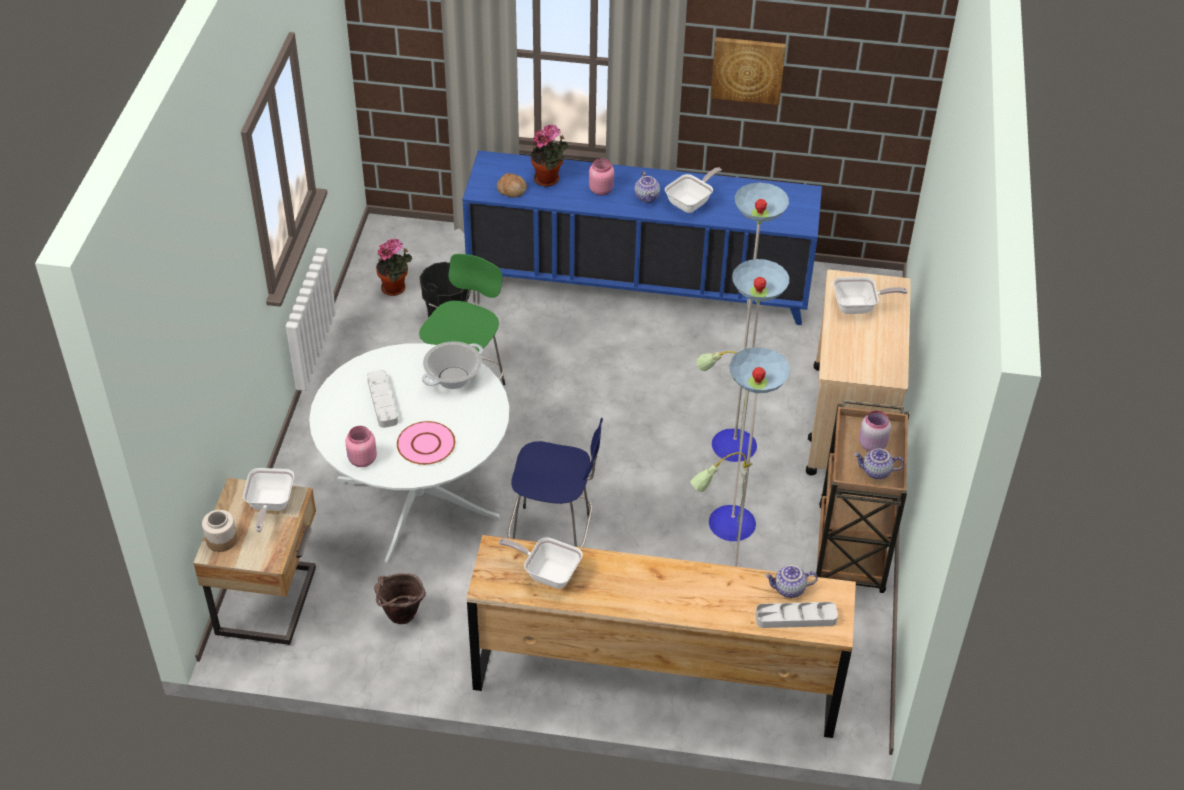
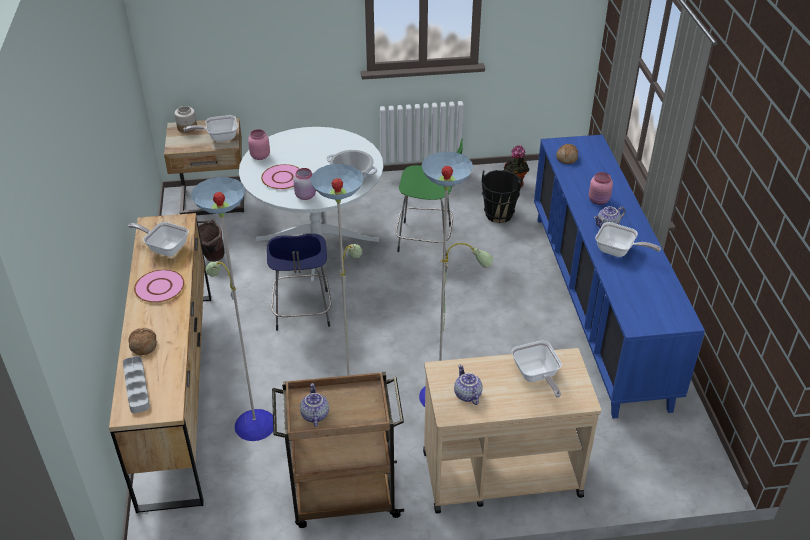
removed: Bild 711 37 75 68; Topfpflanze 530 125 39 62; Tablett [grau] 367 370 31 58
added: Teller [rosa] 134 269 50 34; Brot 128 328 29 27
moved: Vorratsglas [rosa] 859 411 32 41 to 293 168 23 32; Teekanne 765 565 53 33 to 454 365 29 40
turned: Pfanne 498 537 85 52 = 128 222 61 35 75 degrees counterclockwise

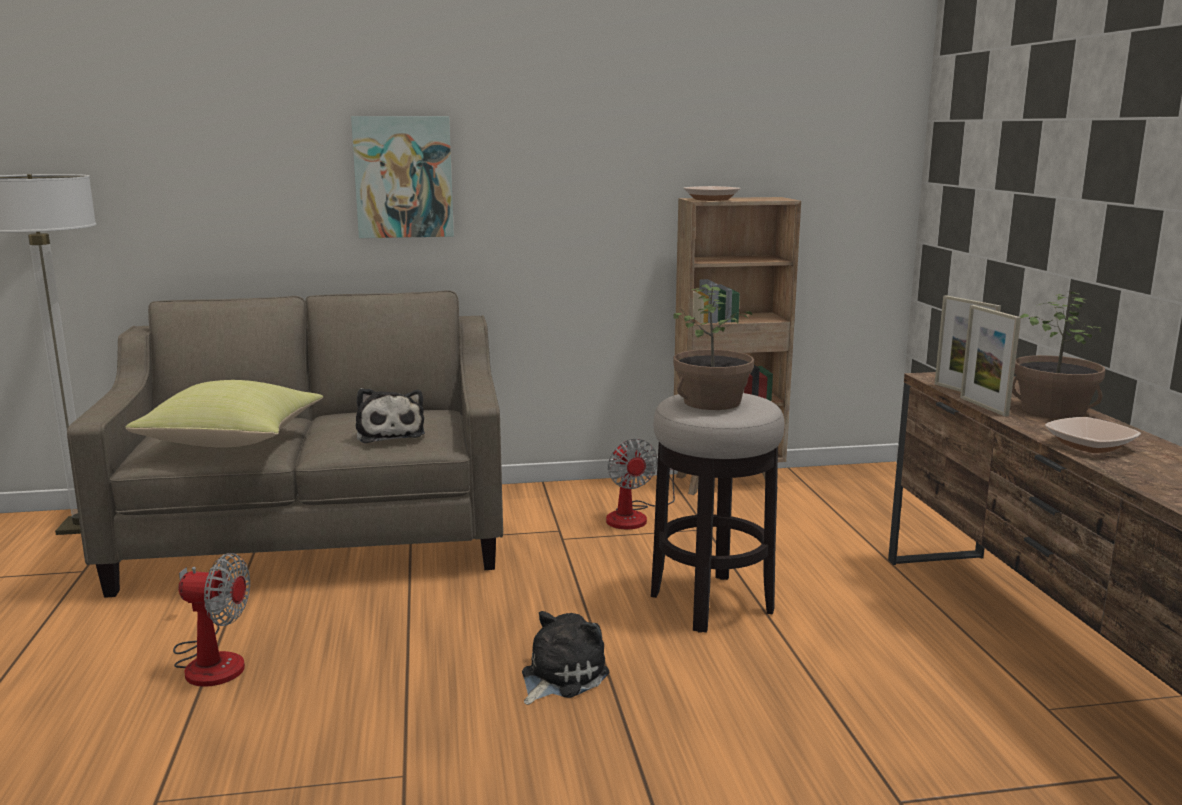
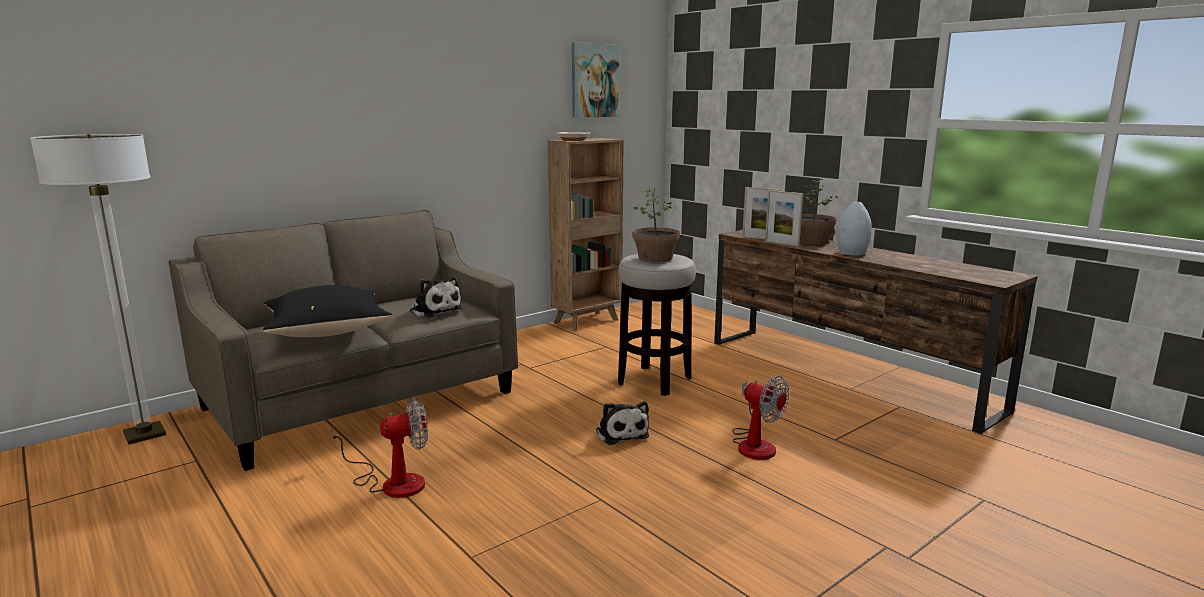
moved: Bild 351 116 103 122 to 572 42 47 76; Ventilator 606 438 69 91 to 732 376 57 84
replaced: Schüssel 1045 417 96 36 to Vase [grau] 837 201 35 55
recoloured: Kissen [gelb] 125 380 198 68 to Kissen [schwarz] 263 285 130 52
turned: Plüschtier 522 611 87 94 = 596 401 53 44 150 degrees clockwise

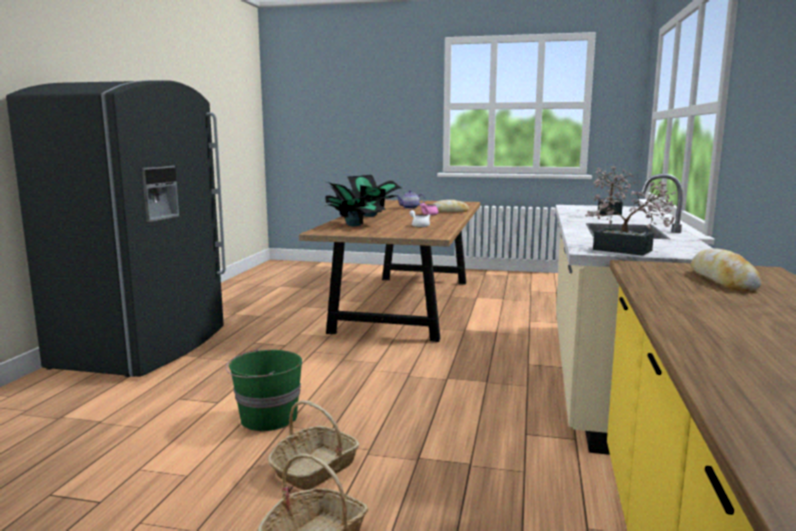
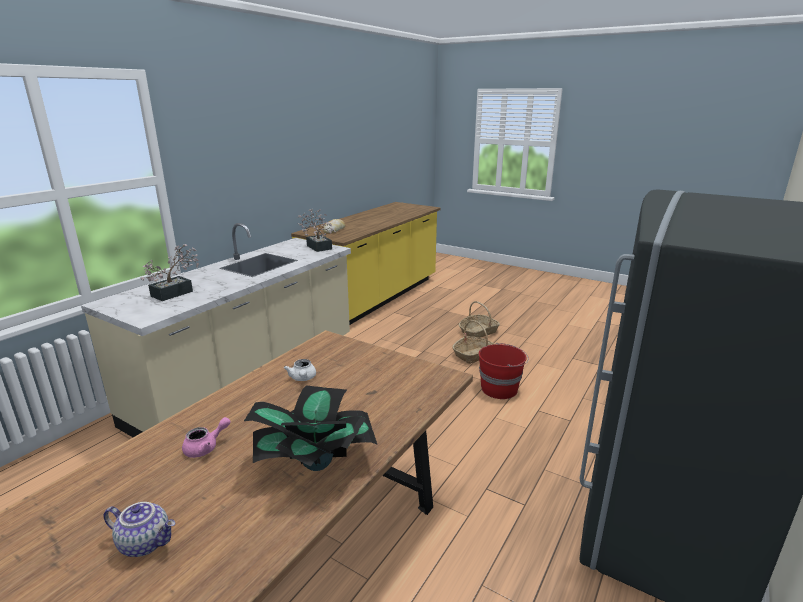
removed: Topfpflanze 325 182 61 44; Brot 433 200 36 12
recoloured: Eimer [grün] 226 348 76 83 to Eimer [rot] 479 343 50 56

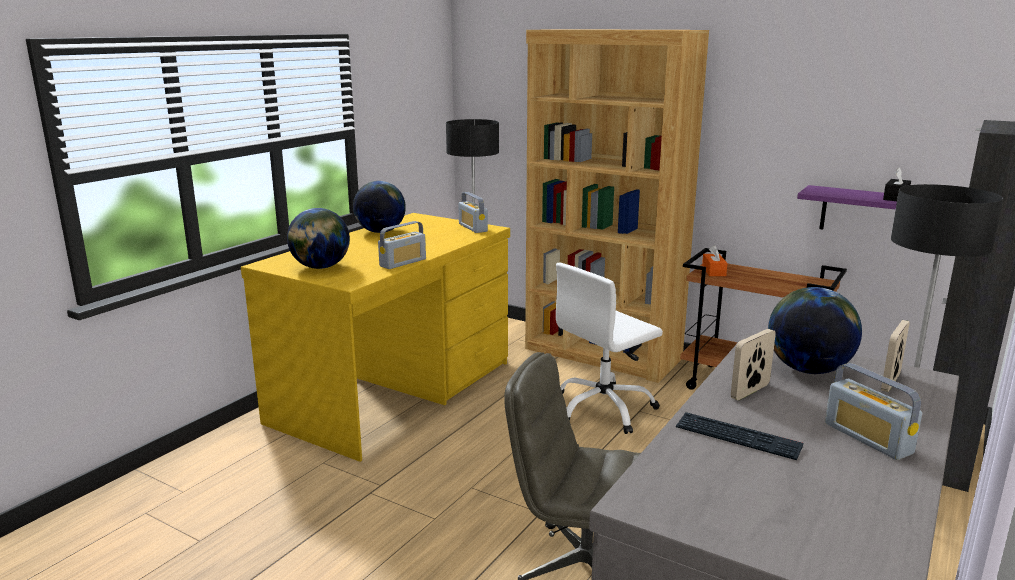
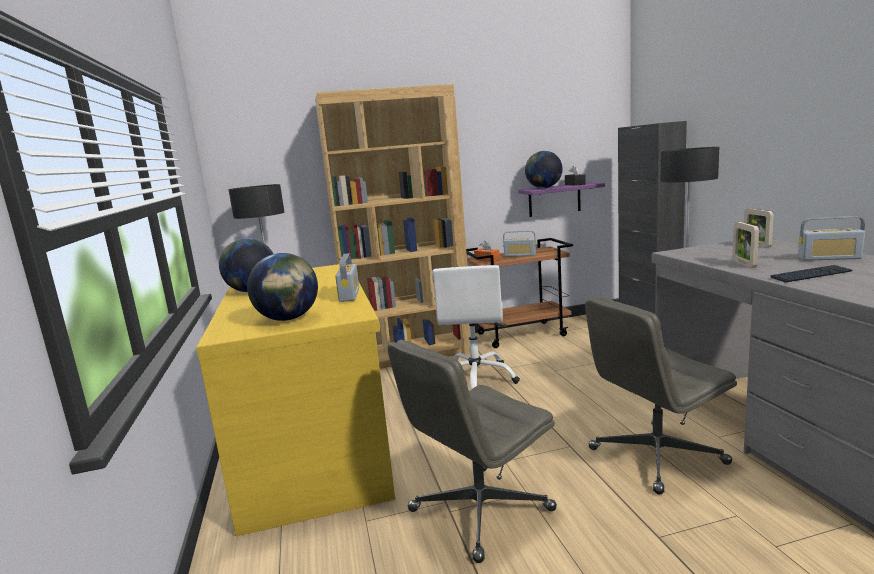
added: Bürostuhl [grau] 388 340 169 223
moved: Radio 459 192 29 41 to 503 231 33 26; Globus 768 287 94 87 to 525 151 38 37

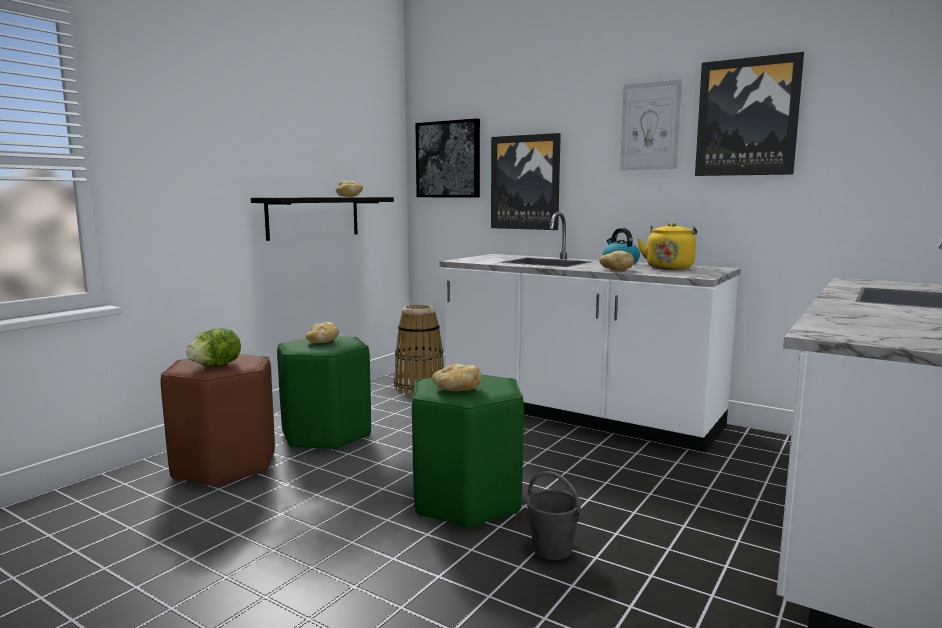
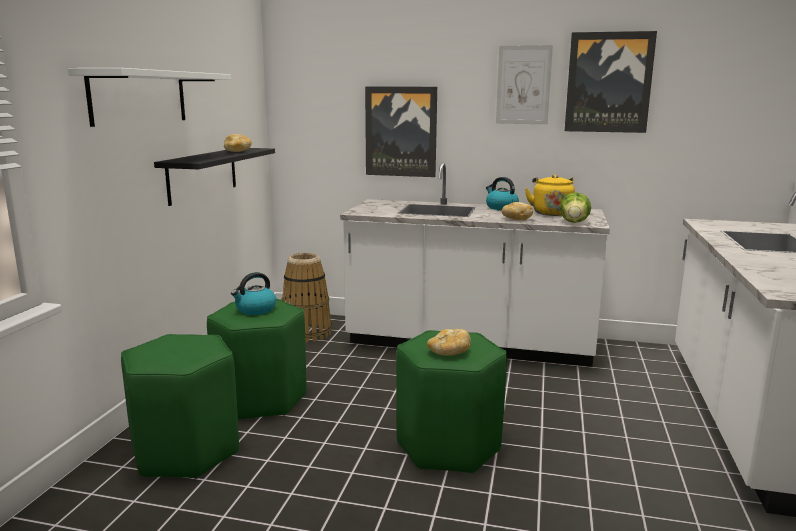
removed: Bild 415 118 65 79; Eimer [grau] 526 471 55 89
added: Wandregal [weiß] 68 68 163 59
moved: Salatkopf 186 328 55 38 to 560 192 31 31
replaced: Brot 306 322 33 21 to Wasserkessel 231 272 45 43
recoloured: Hocker [braun] 160 354 115 133 to Hocker [grün] 121 334 118 145

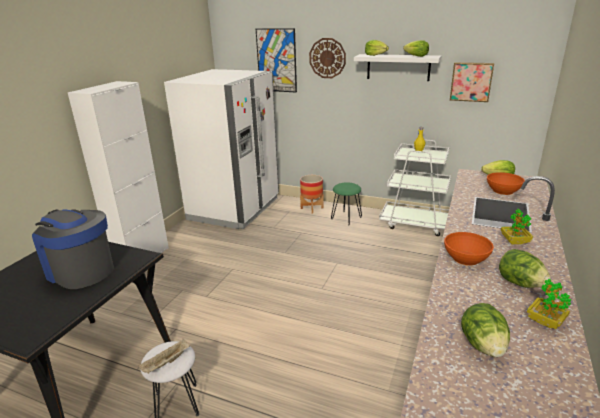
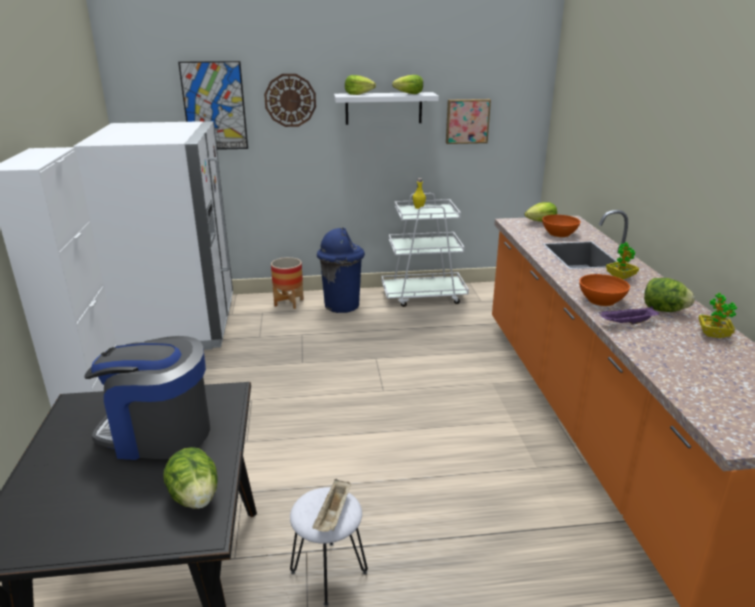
added: Tablett [lila] 599 307 60 18
moved: Salatkopf 461 303 49 54 to 163 447 55 62
replaced: Hocker [grün] 331 182 31 43 to Mülleimer [blau] 317 227 48 86

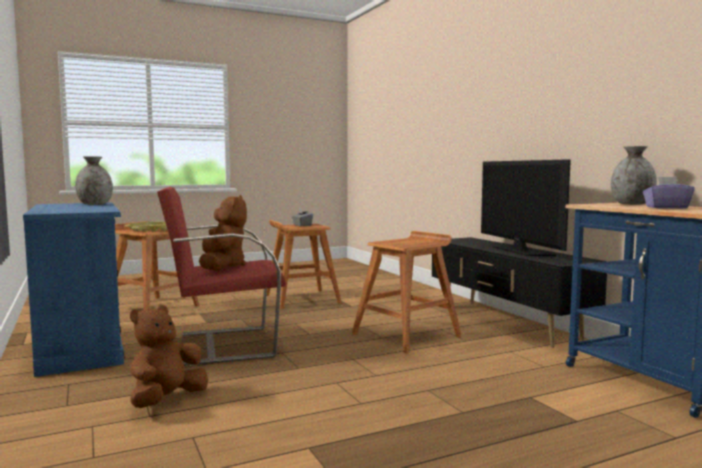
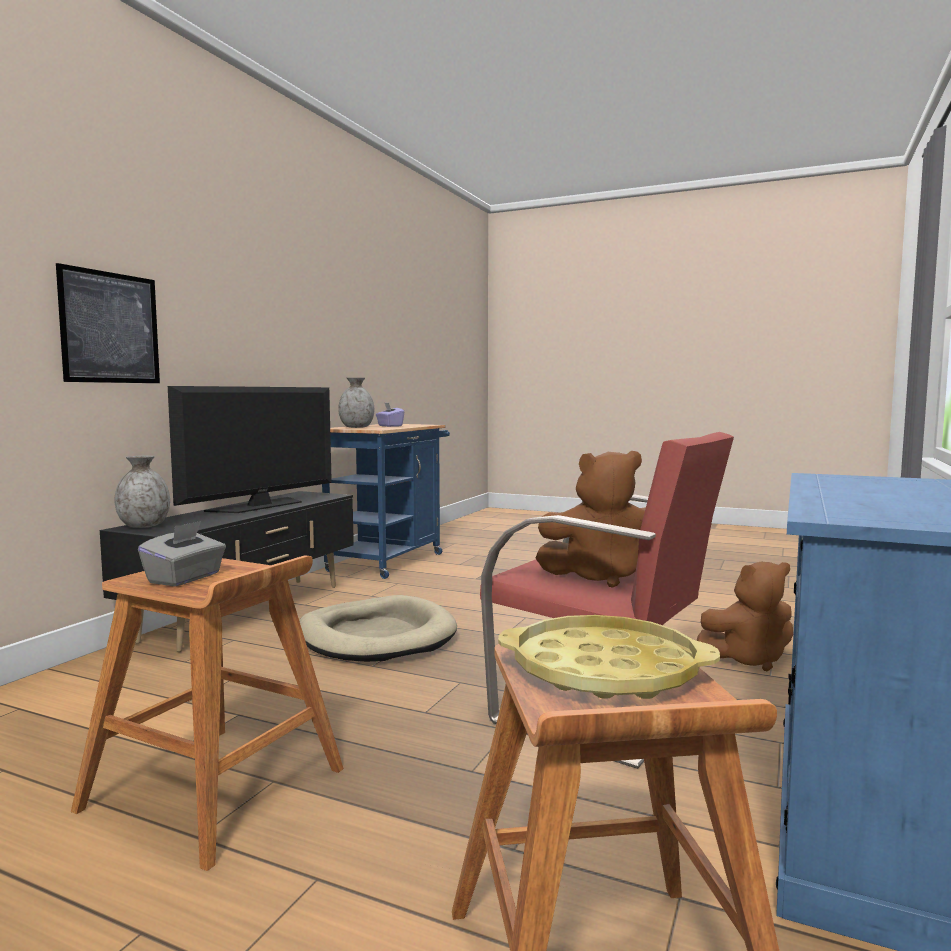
added: Bild 56 263 104 120
moved: Vase [grau] 75 157 38 48 to 114 456 56 72
replaced: Hocker [braun] 352 231 110 122 to Hundebett [beige] 299 595 158 67
turned: Plüschtier [braun] 199 195 48 76 = 535 451 111 137 135 degrees counterclockwise

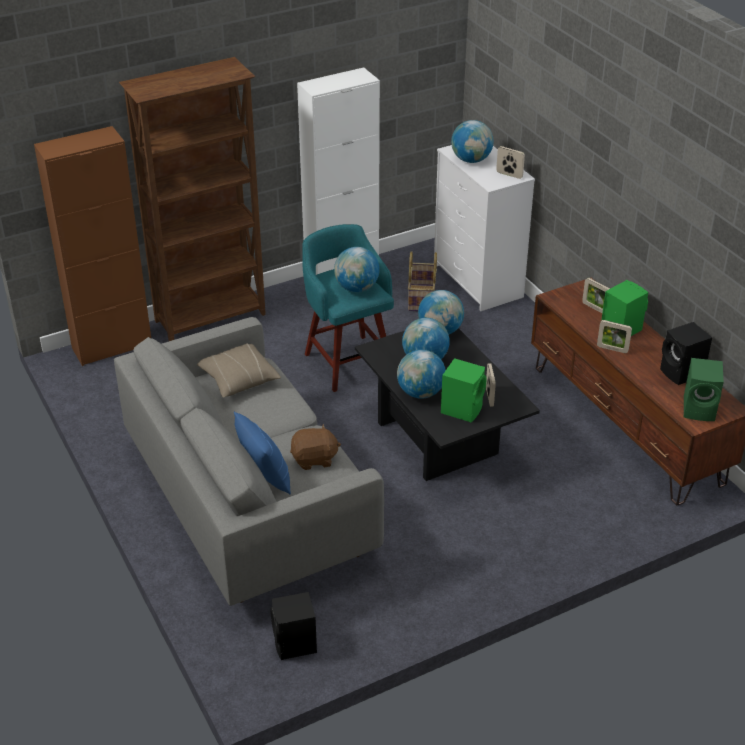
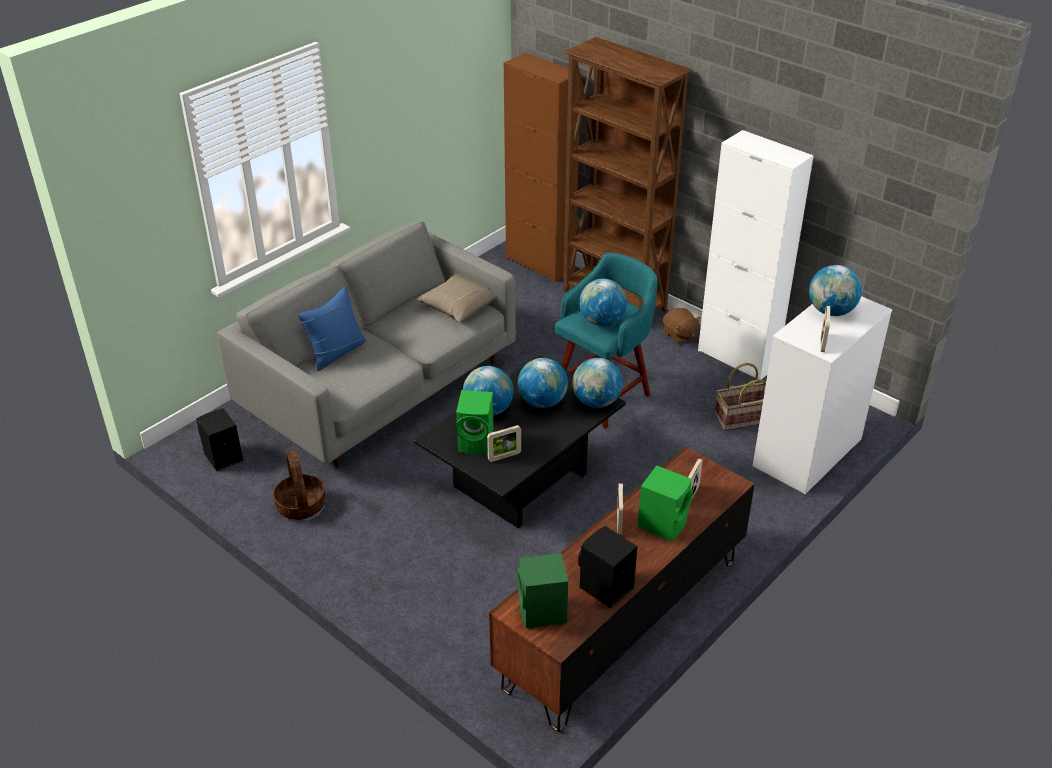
added: Korb 273 450 53 70
moved: Plüschtier [braun] 290 424 51 46 to 663 308 38 36

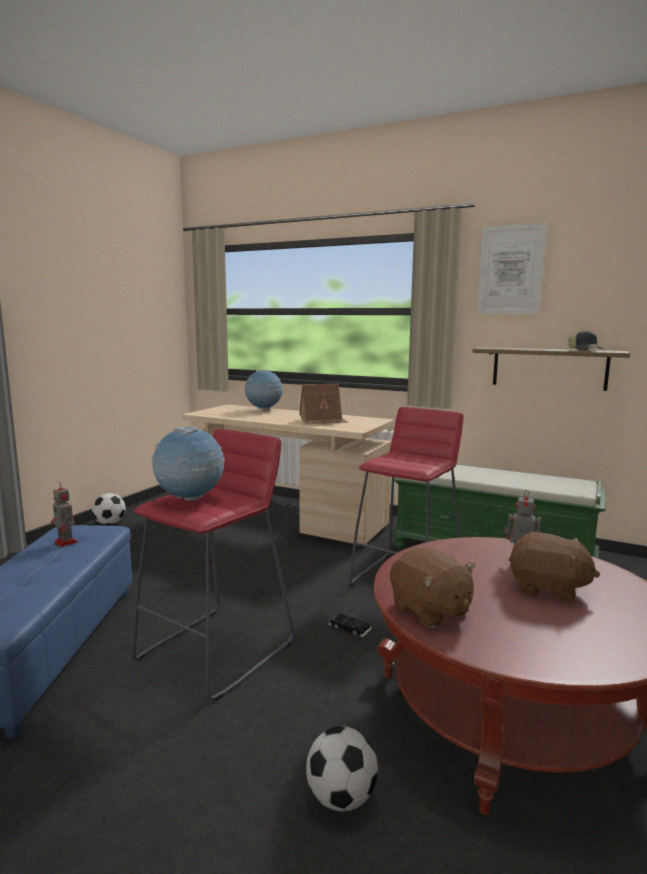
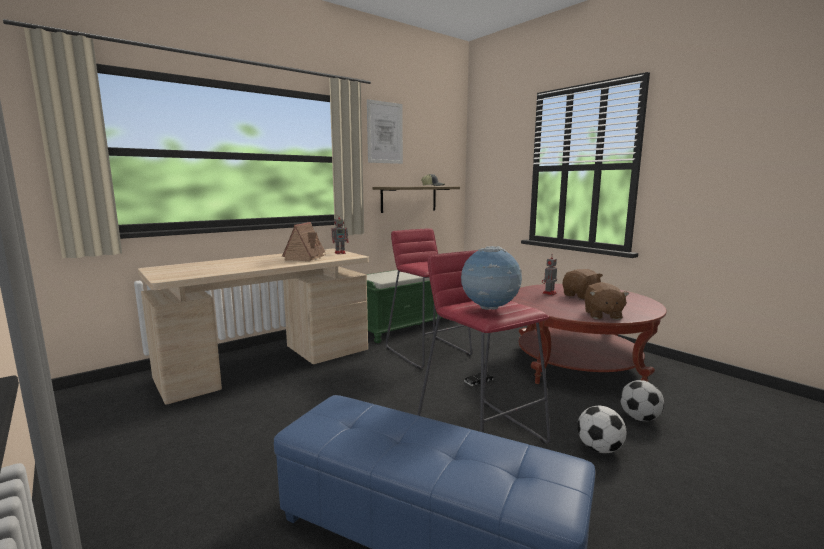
removed: Globus 245 369 38 41
moved: Spielzeugroboter 51 482 26 65 to 332 214 16 40; Fußball 92 493 34 32 to 577 406 50 47
turned: Plüschtier [braun] 390 547 86 81 = 584 282 45 38 105 degrees clockwise

